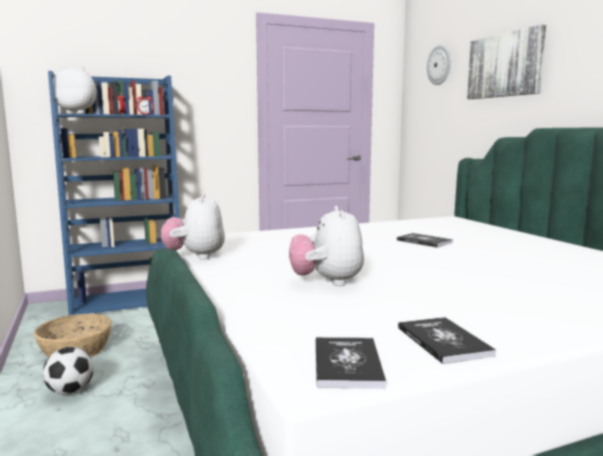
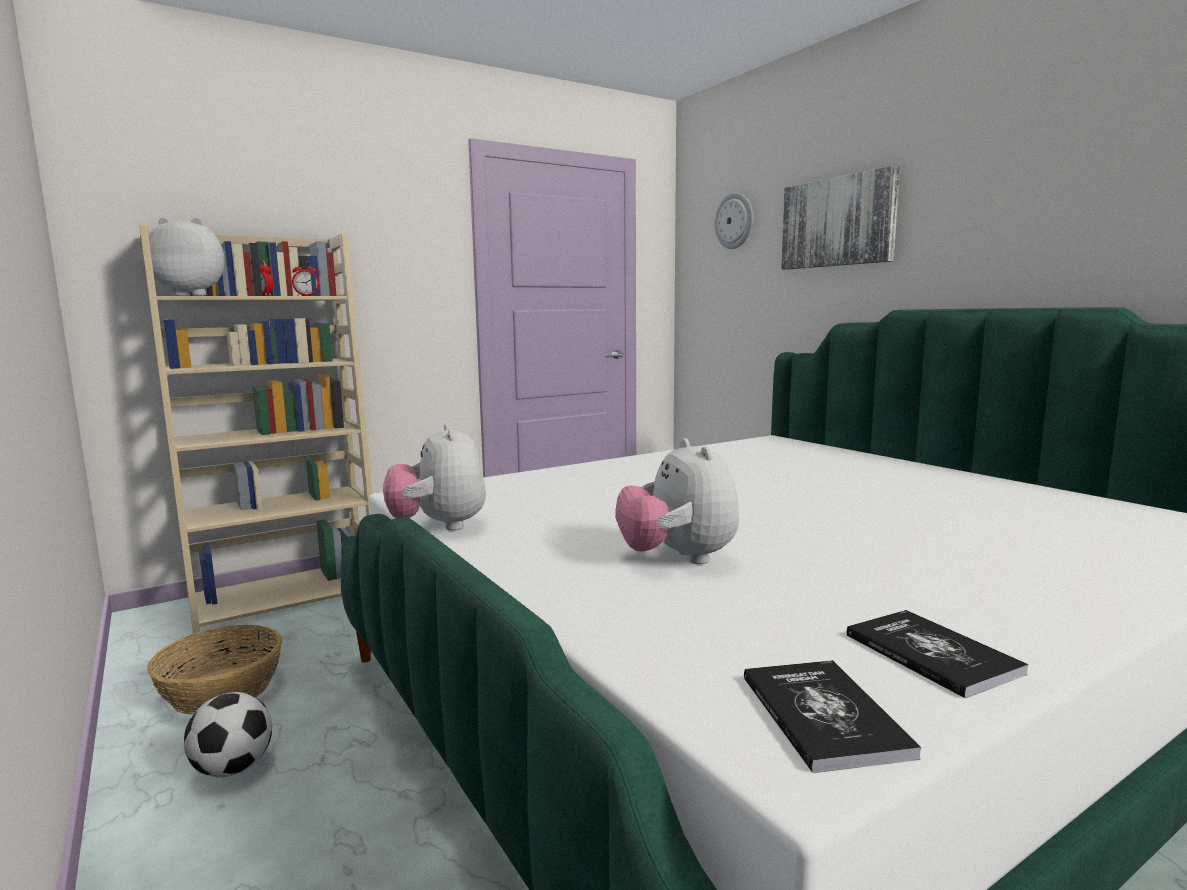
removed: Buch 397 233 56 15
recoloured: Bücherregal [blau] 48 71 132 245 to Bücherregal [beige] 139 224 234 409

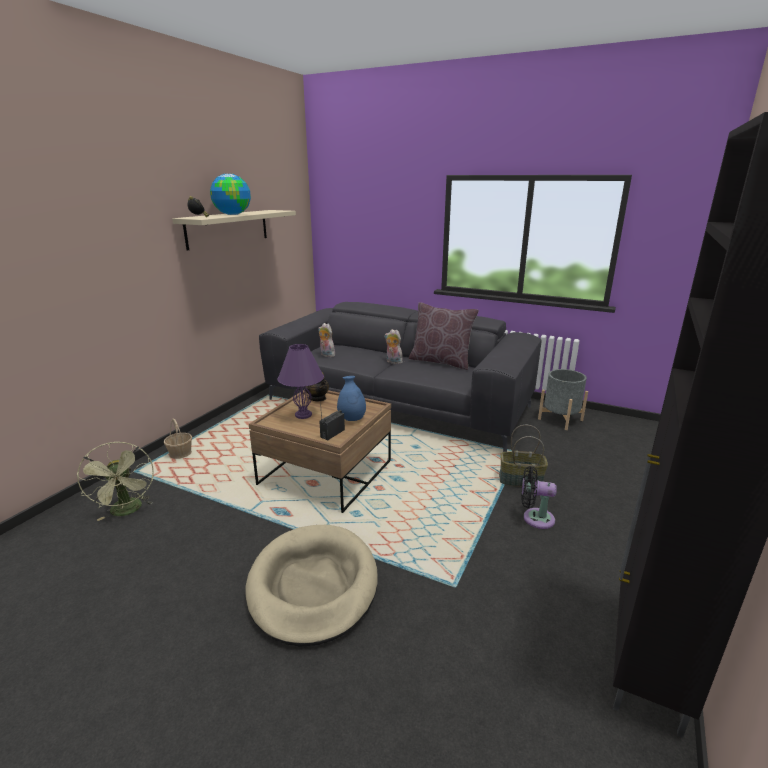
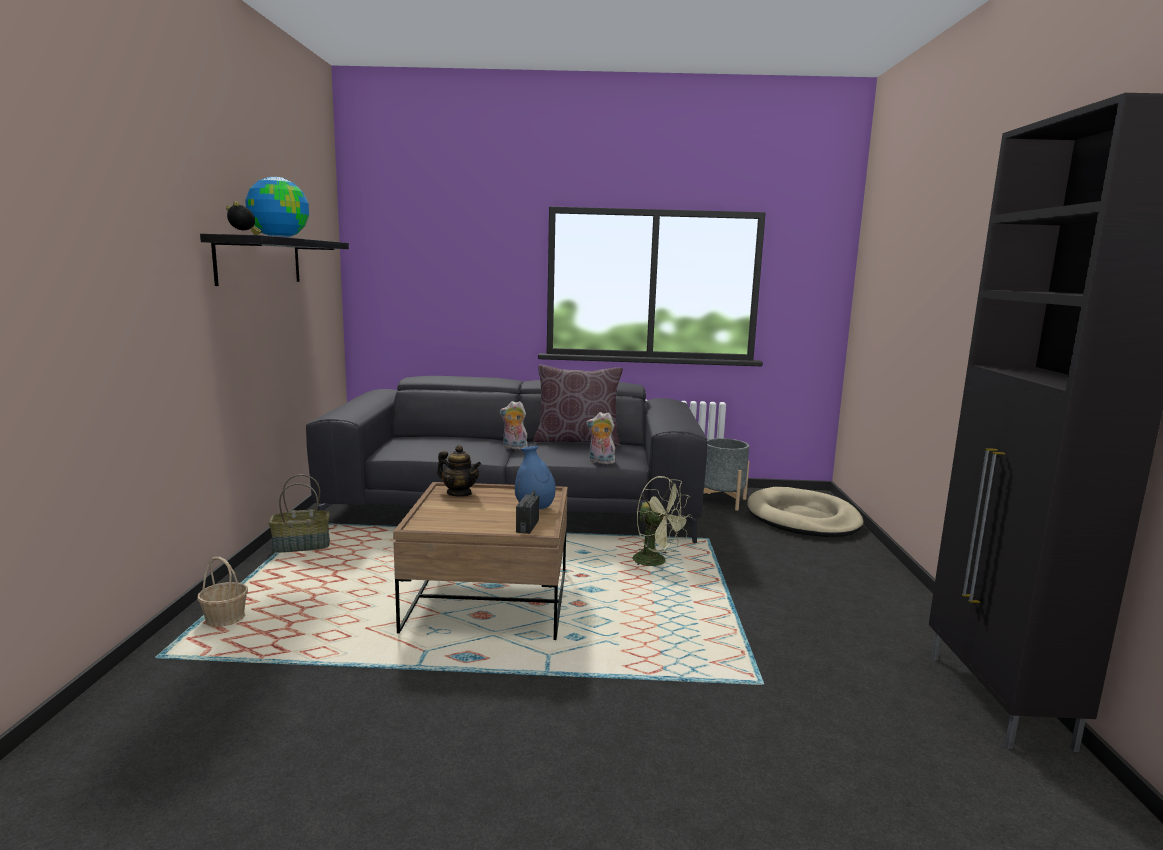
removed: Tischlampe [lila] 278 344 46 75; Ventilator [schwarz] 522 466 35 63
moved: Plüschtier 318 323 17 34 to 586 412 29 52; Korb 499 425 49 62 to 269 474 61 79; Ventilator [grün] 76 442 78 79 to 633 476 59 90; Hundebett [beige] 245 525 133 122 to 747 487 117 50
recoloured: Wandregal [beige] 172 210 124 41 to Wandregal [schwarz] 200 234 149 52

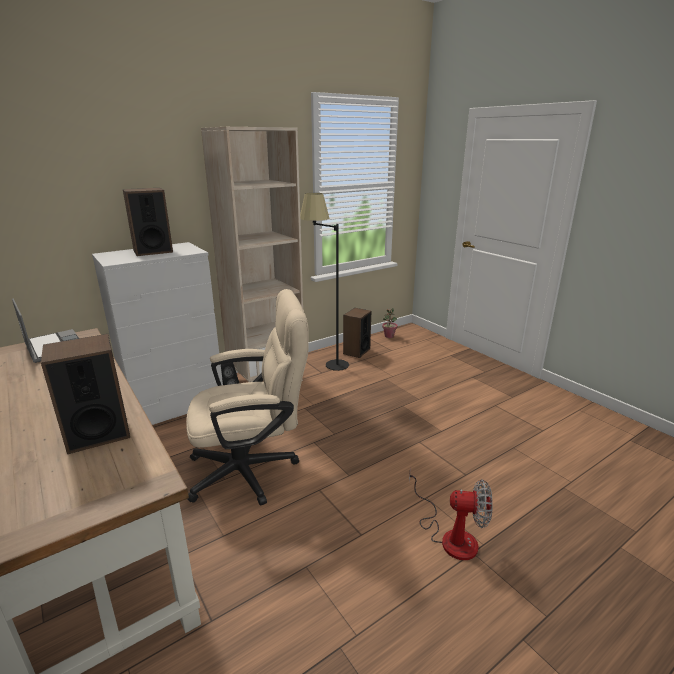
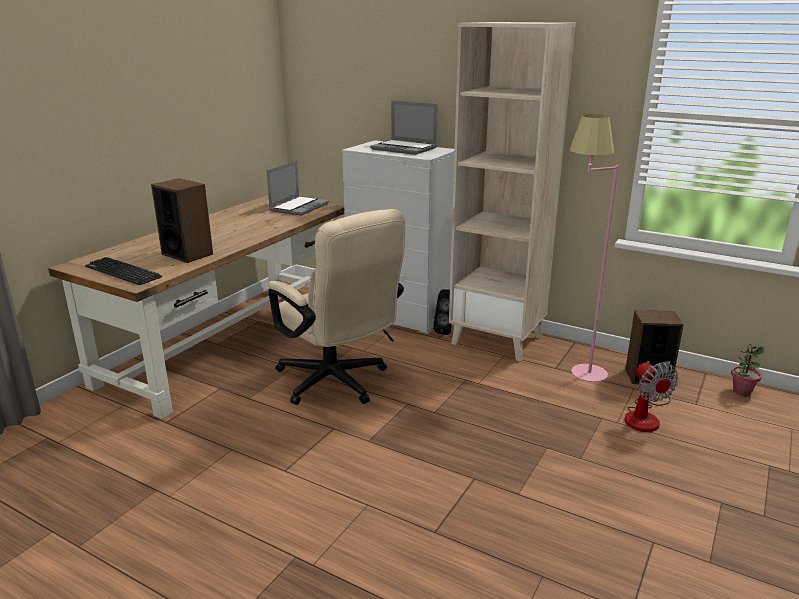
added: Tastatur 85 257 77 28
moved: Ventilator 409 475 84 85 to 624 361 54 71
replaced: Lautsprecher 123 188 50 68 to Laptop 370 100 68 55
recoloured: Stehlampe [schwarz] 300 193 49 178 to Stehlampe [rosa] 569 114 50 268

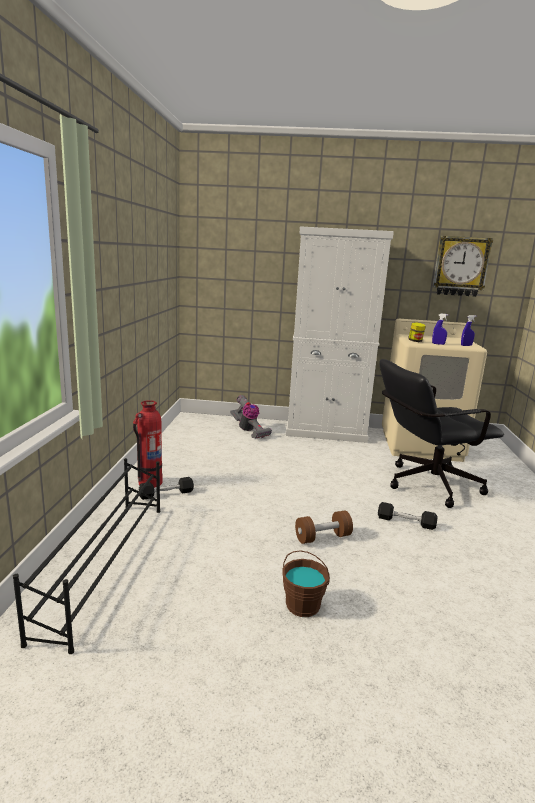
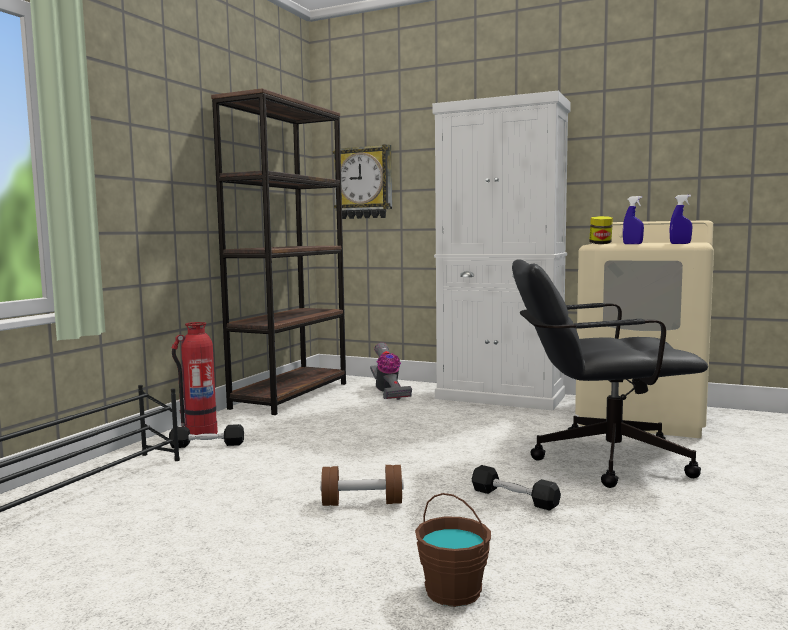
added: Bücherregal [braun] 211 88 135 327
moved: Wanduhr 433 236 60 61 to 333 144 59 75; Eimer [braun] 283 550 47 67 to 415 493 76 114

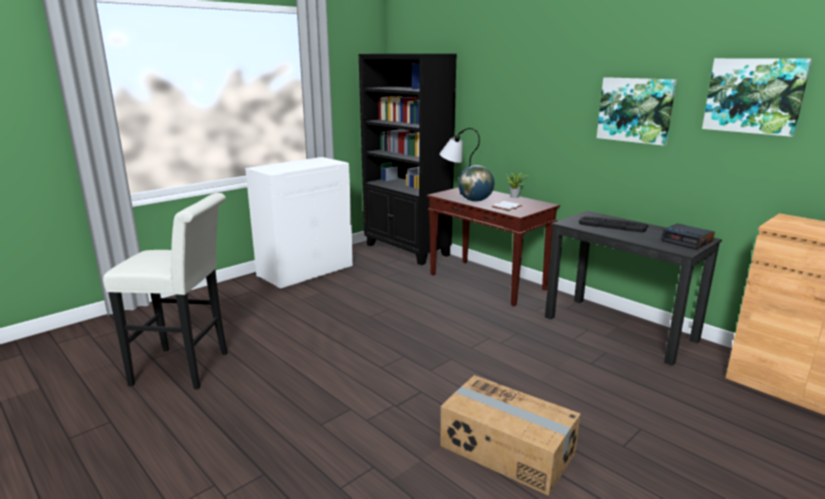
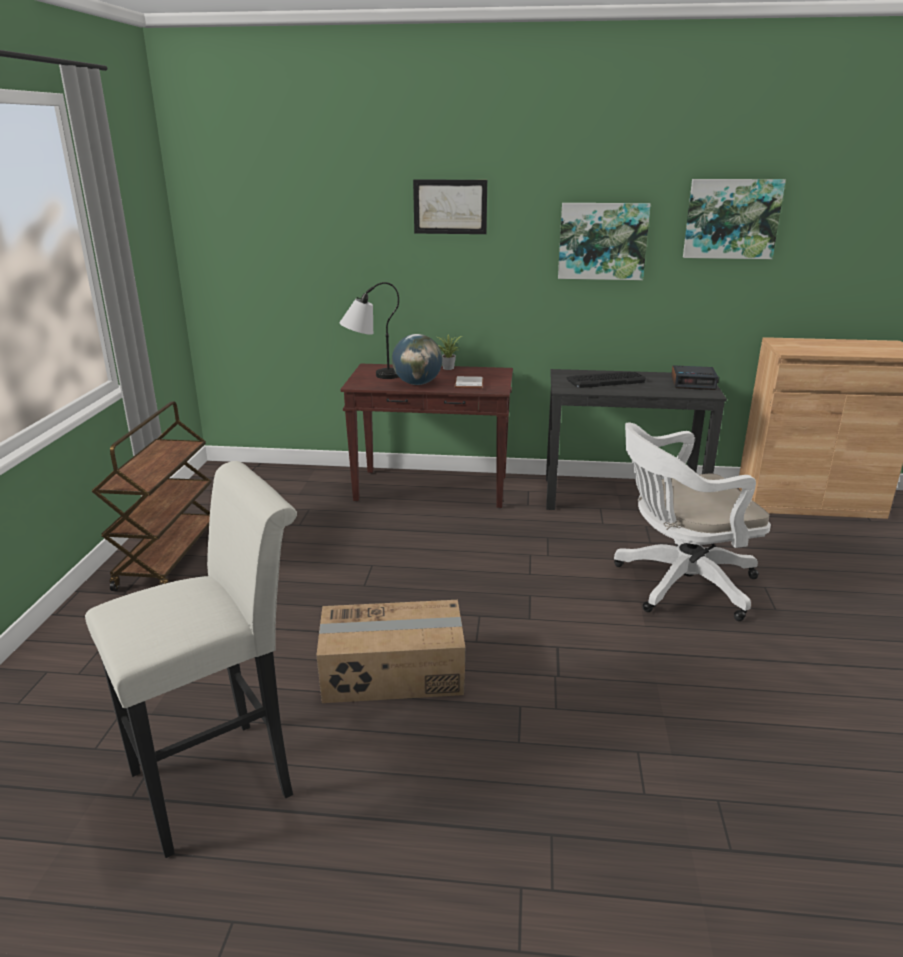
removed: Bücherregal [schwarz] 359 54 98 211
added: Bild 413 179 74 55; Bürostuhl [weiß] 614 423 157 198
moved: Karton 441 375 140 121 to 316 600 149 103
replaced: Schrank [weiß] 245 157 108 133 to Rollwagen [braun] 92 401 120 190

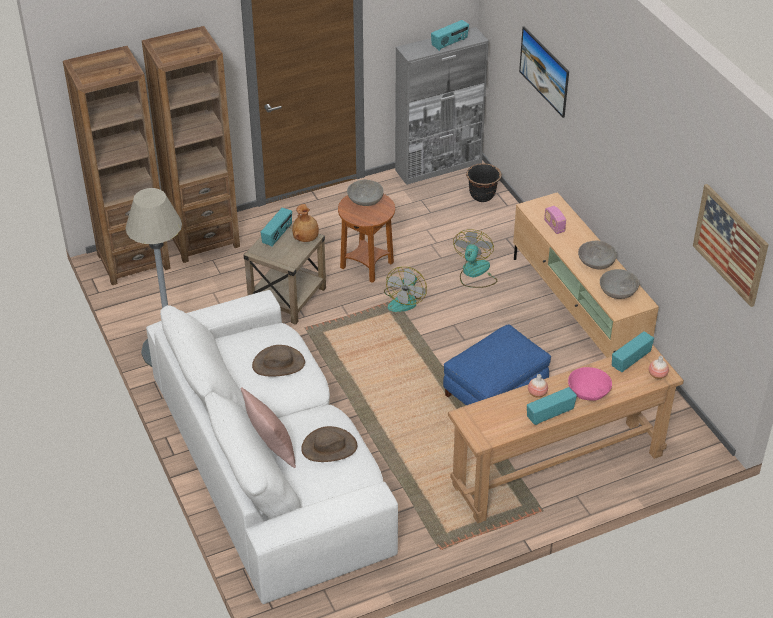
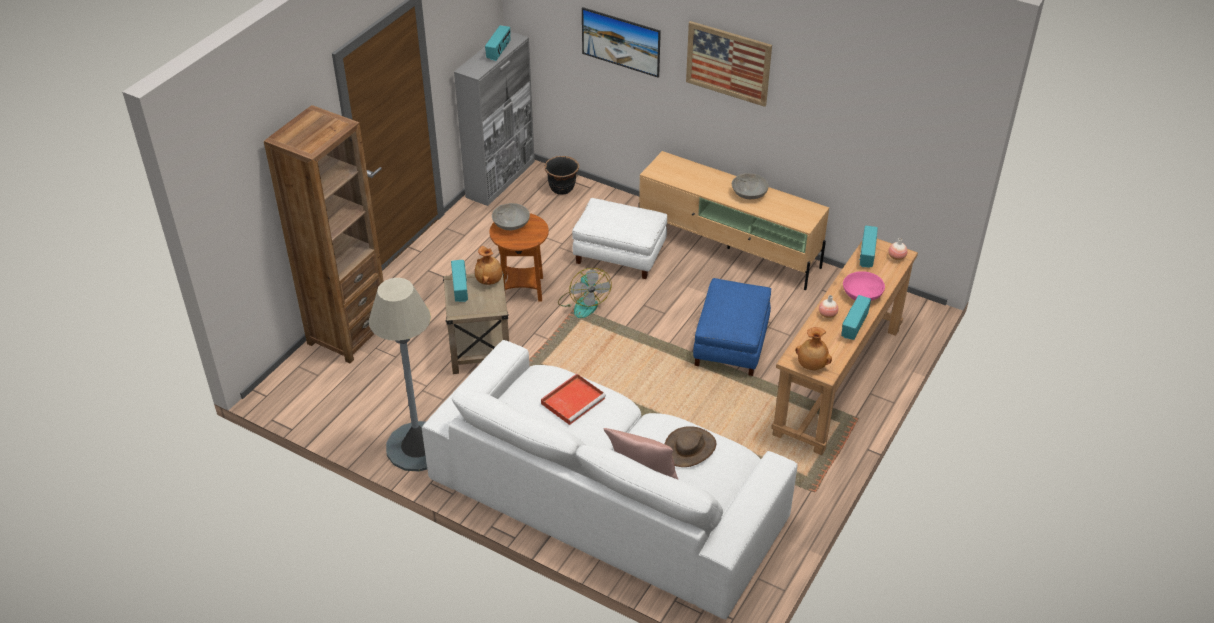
removed: Bücherregal [braun] 63 46 108 239; Radio 544 206 22 28; Schüssel [grau] 600 269 40 30
added: Vase [braun] 795 327 37 43
moved: Bild 693 184 76 123 to 686 21 86 86
replaced: Ventilator 453 229 44 59 to Polsterhocker [weiß] 572 198 95 81; Hut [braun] 252 345 53 31 to Tablett [rot] 541 374 65 51

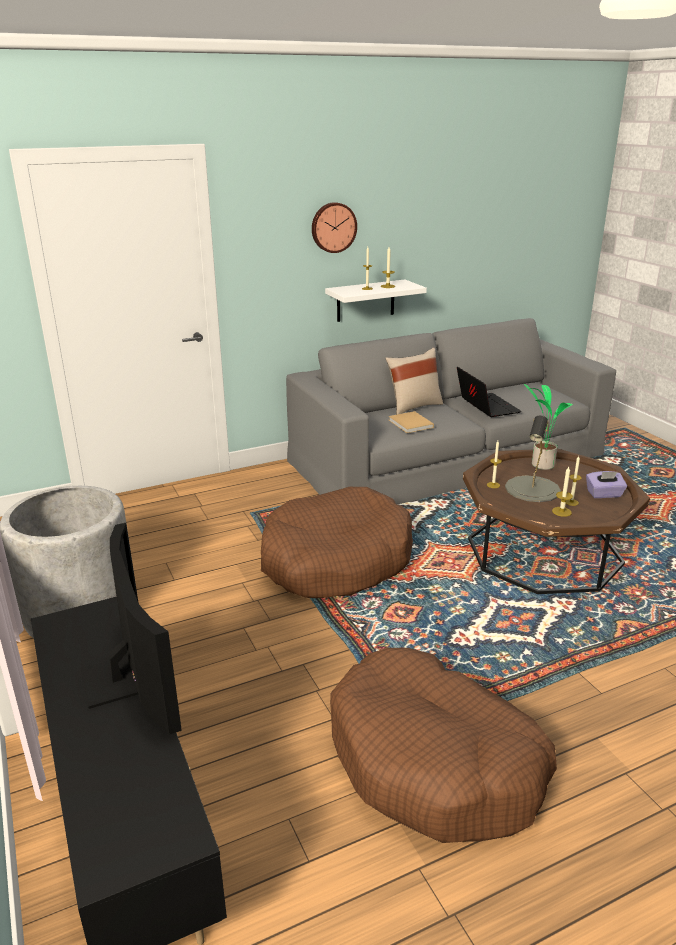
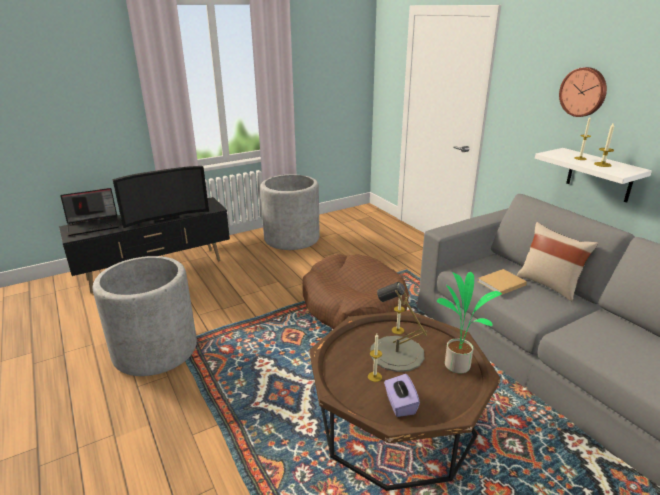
removed: Kerze 552 467 21 50
moved: Laptop 457 367 64 50 to 60 188 59 48
replaced: Hundebett [braun] 330 648 227 195 to Pflanzkübel [grau] 93 256 104 120

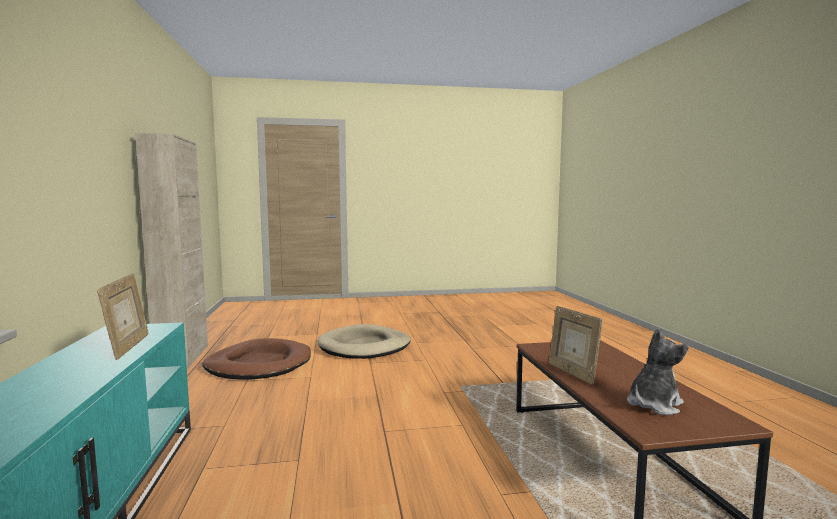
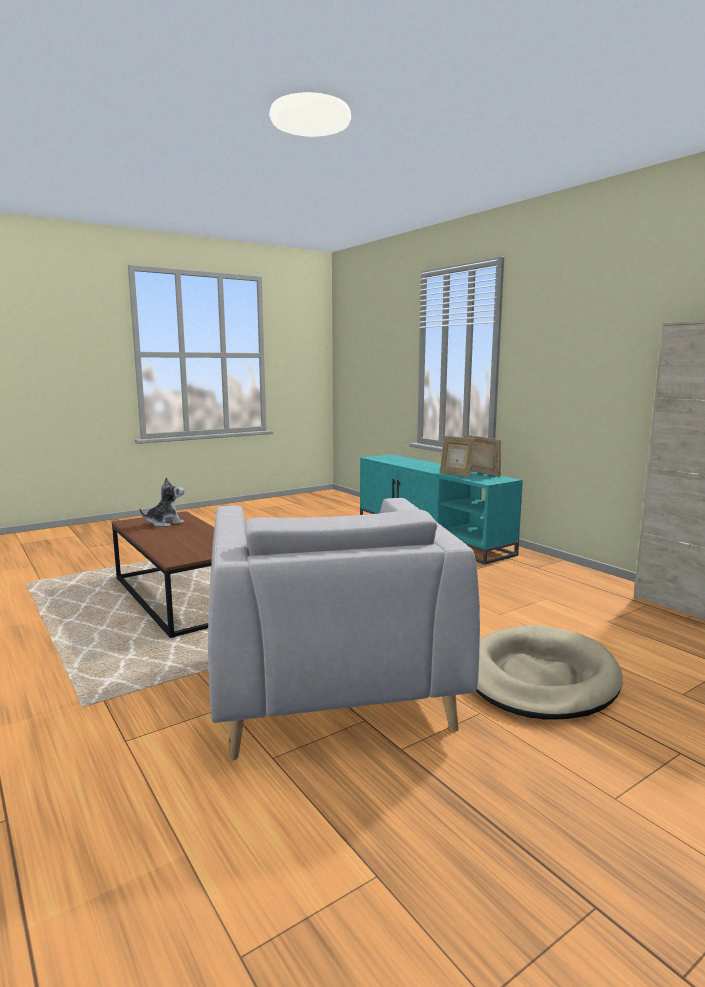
removed: Hundebett [braun] 202 338 109 42
added: Sessel [grau] 208 498 272 262
moved: Bilderrahmen 549 306 54 78 to 464 435 37 42
turned: Plüschtier 627 328 62 87 = 139 477 46 50 150 degrees counterclockwise

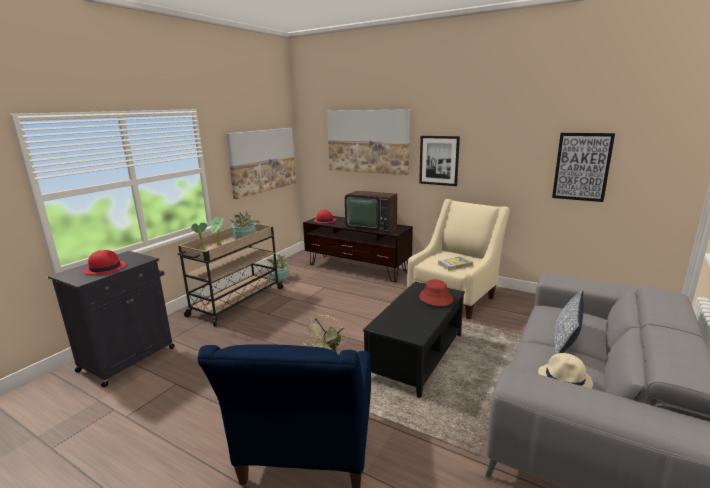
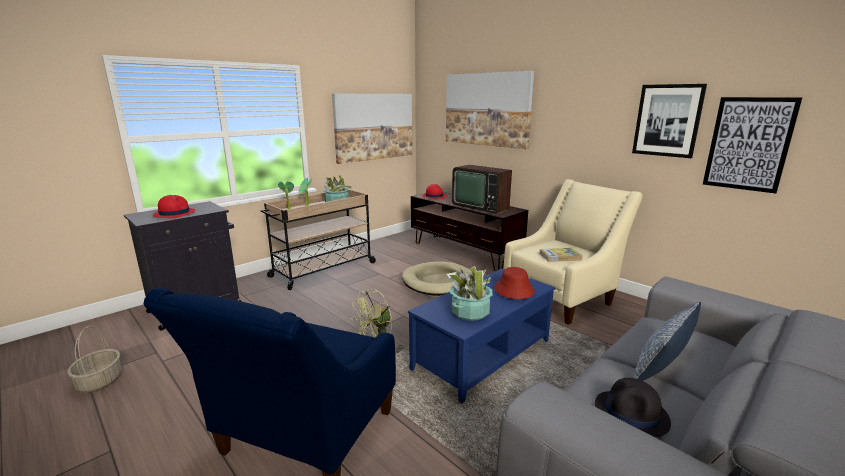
added: Hundebett [beige] 402 261 71 35; Korb 67 326 55 67
moved: Bild 419 136 41 50 to 632 84 75 74; Topfpflanze 266 254 23 27 to 447 266 45 55
recoloured: Couchtisch [schwarz] 363 281 102 117 to Couchtisch [blau] 408 269 147 134; Hut [beige] 538 353 55 35 to Hut [schwarz] 595 378 76 59

